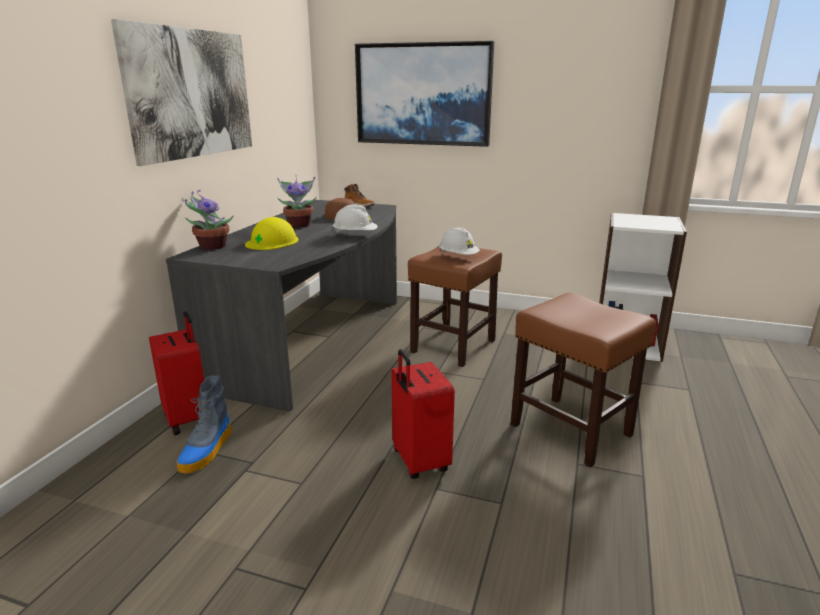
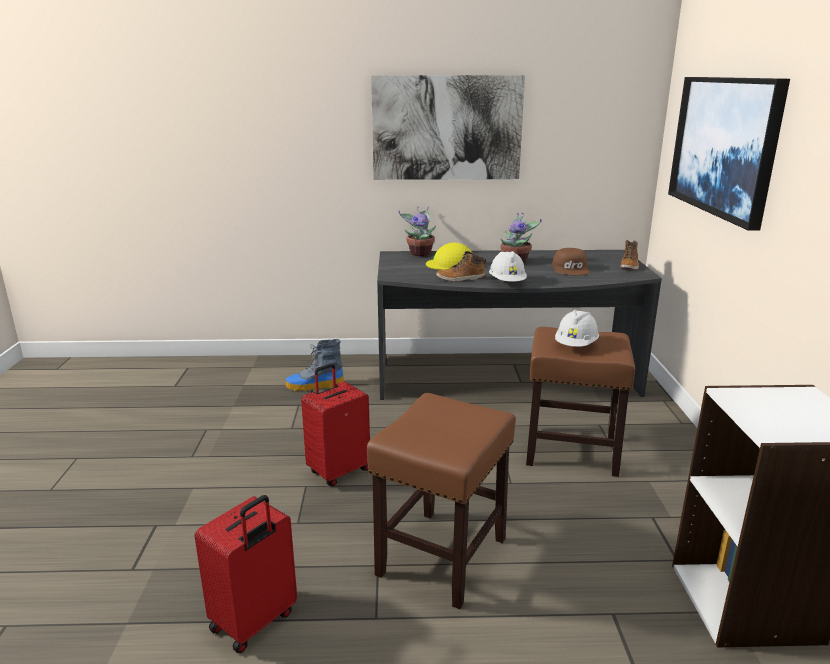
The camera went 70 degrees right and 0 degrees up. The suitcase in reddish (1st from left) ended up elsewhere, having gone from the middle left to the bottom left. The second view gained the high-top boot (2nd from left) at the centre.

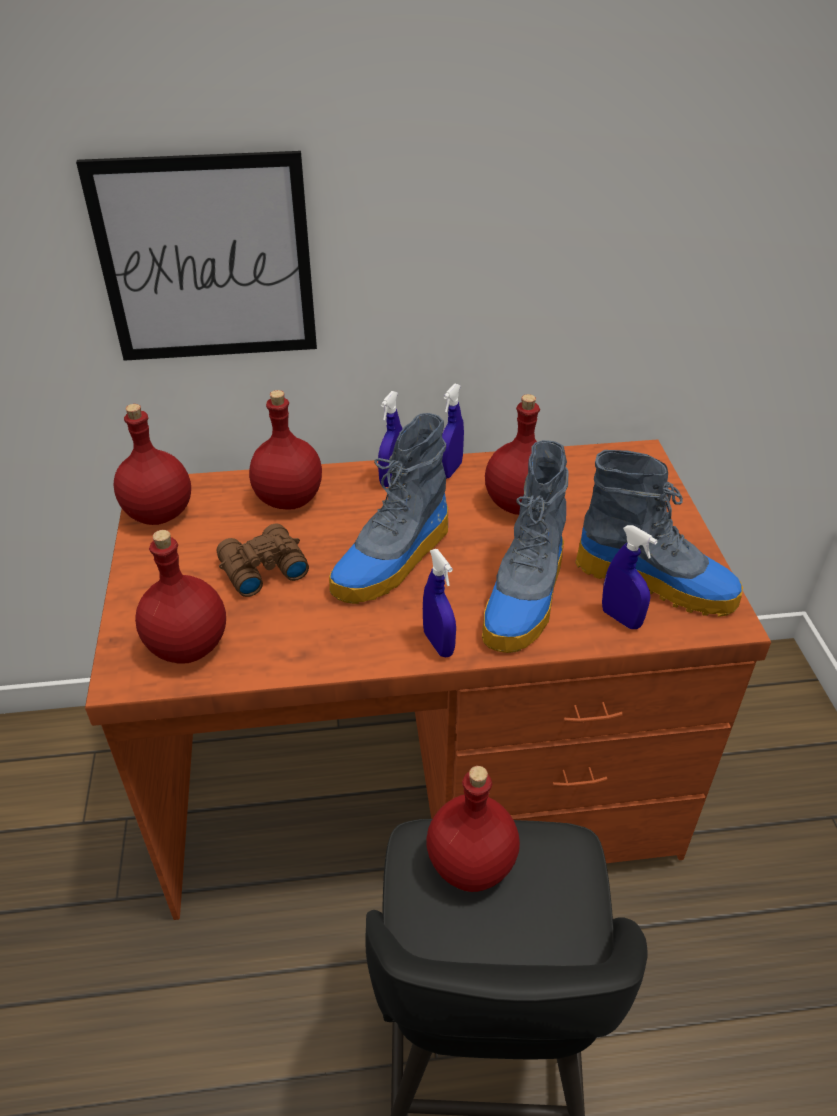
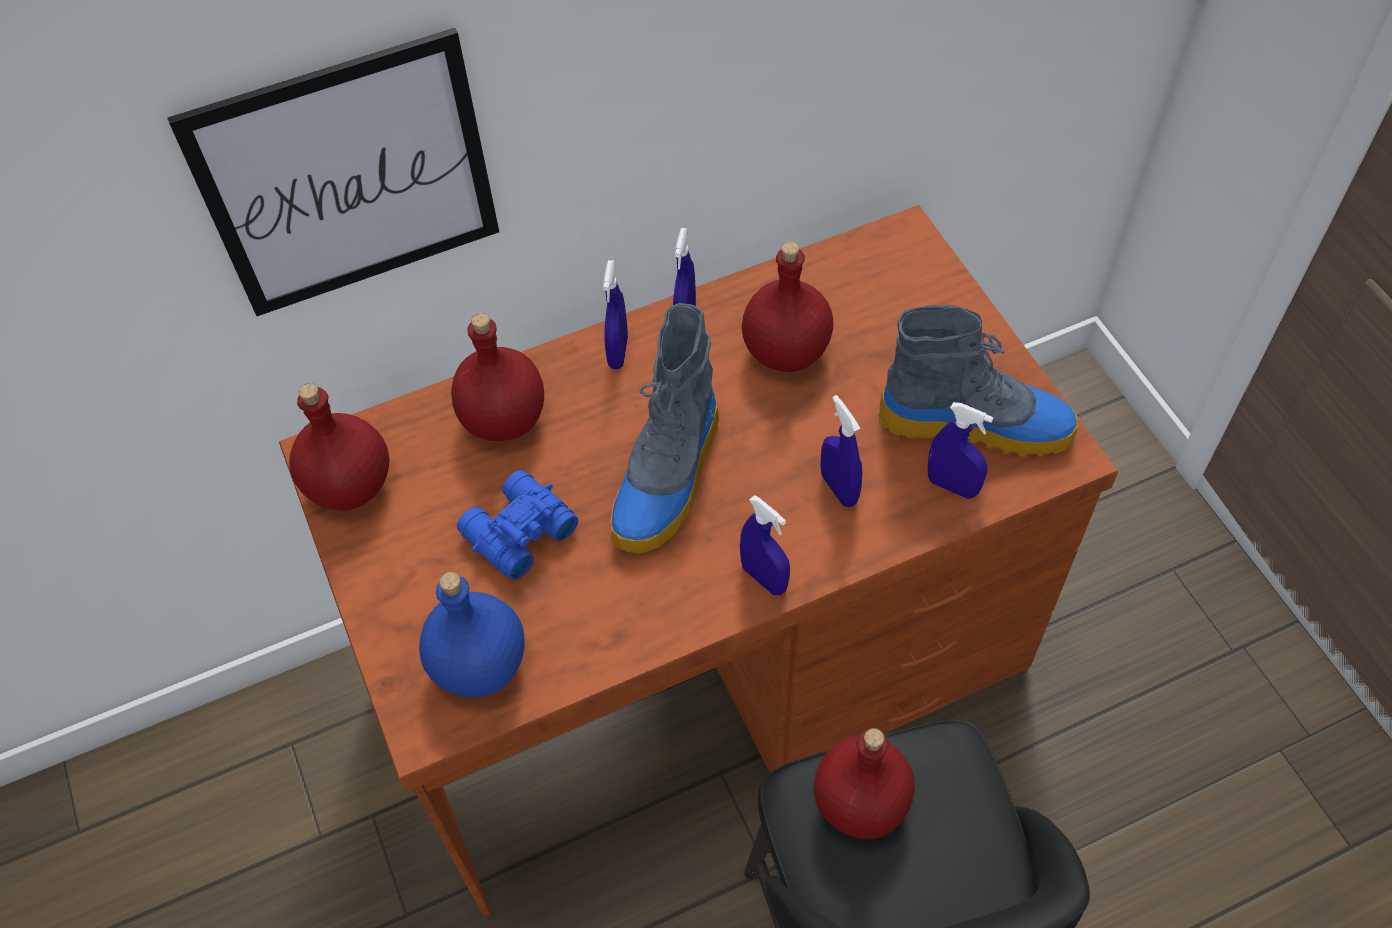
The camera went 15 degrees left and 15 degrees up. What was the bottle in reddish (2nd from left) at the middle left turned into the bottle in bluish at the bottom centre. What was the field glasses in brown at the middle left turned into the field glasses in bluish at the centre. Where the high-top boot (2nd from left) stood at the centre, the spray bottle in bluish (4th from left) came to stand at the centre.

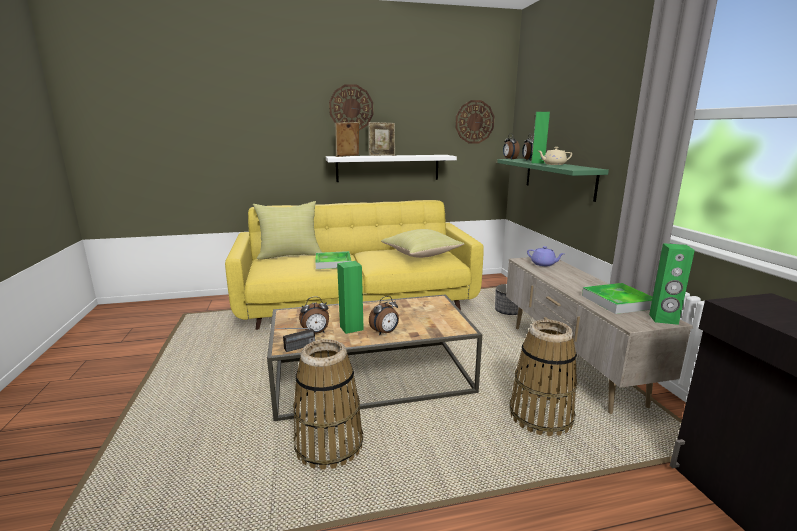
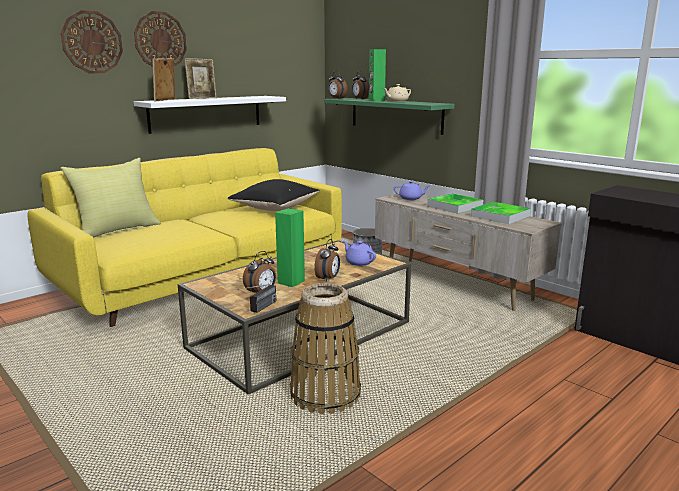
The camera went 30 degrees left and 0 degrees up. The carrying tray (1st from left) ended up elsewhere, having gone from the centre to the middle right. What was the throw pillow in yellow-coloured (2nd from left) at the centre turned into the throw pillow in black-coloured at the centre. The hanging clock (2nd from left in the first image) ended up elsewhere, having gone from the top centre to the top left. The second view lost the storage basket (2nd from left) at the bottom right. The second view lost the loudspeaker in green-coloured (3rd from left) at the middle right. The second view gained the tea pot in purplish (1st from left) at the centre.

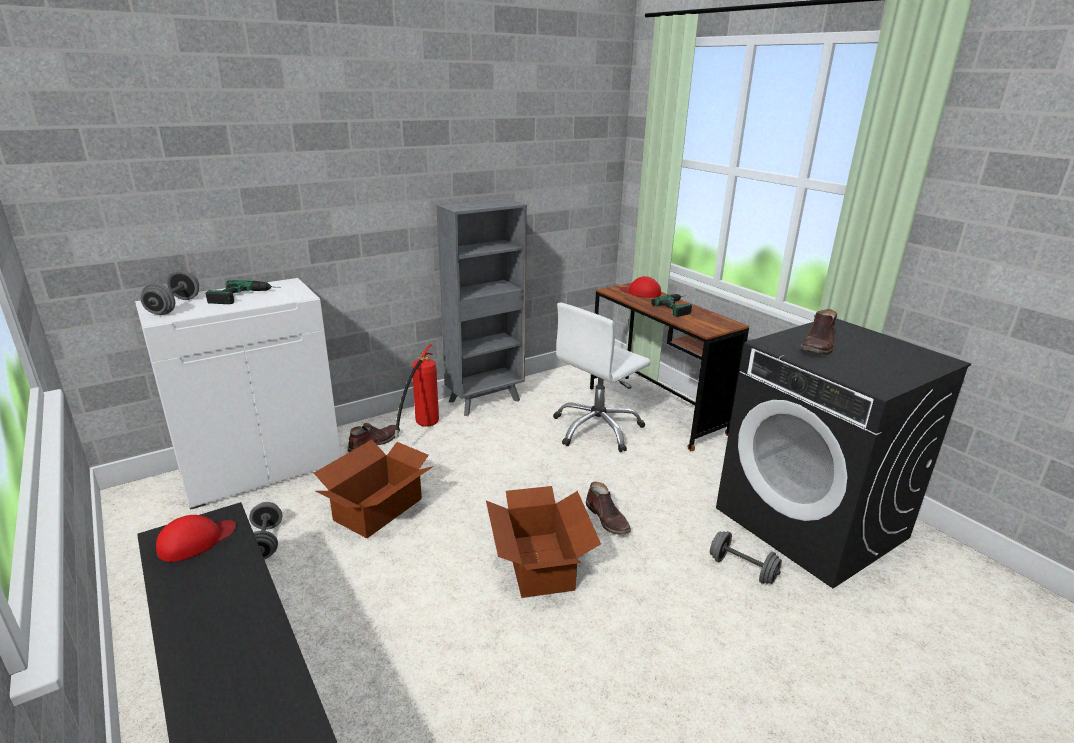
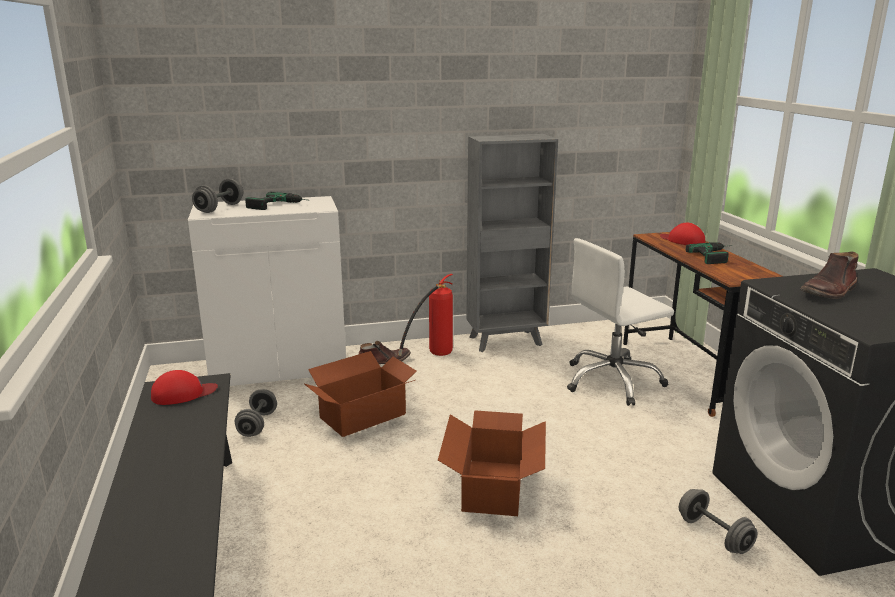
The camera went 20 degrees right and 5 degrees down. The second view lost the high-top boot in brown (2nd from left) at the bottom centre.

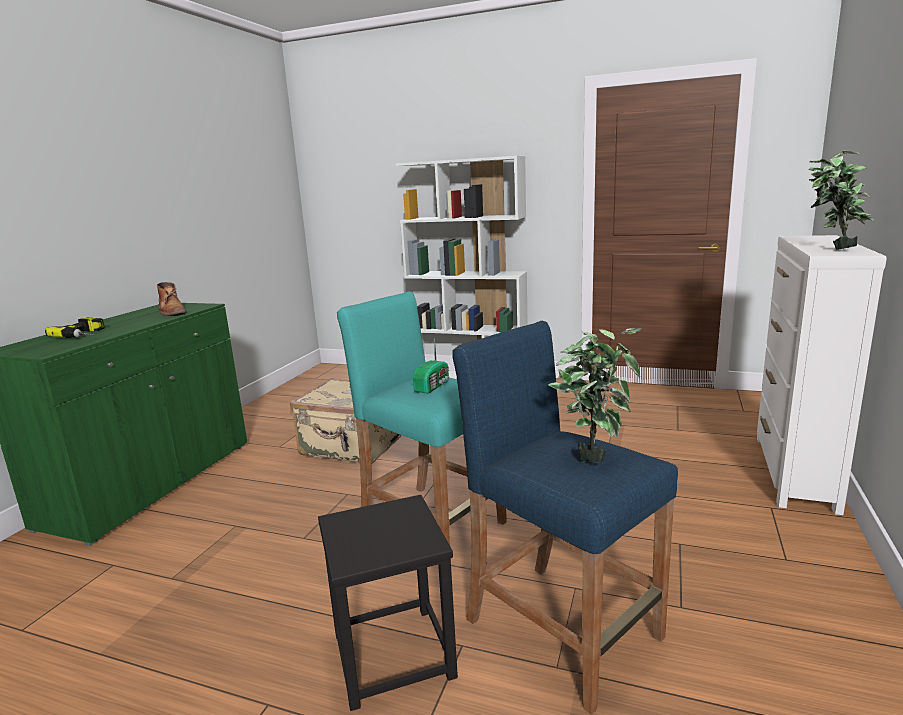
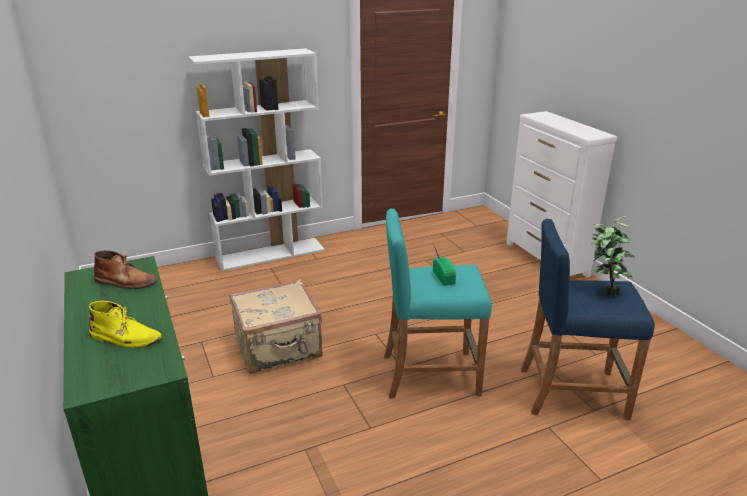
The camera went 45 degrees left and 10 degrees up. Where the electric drill stood at the middle left, the high-top boot in yellow-coloured came to stand at the middle left. The second view lost the stool in black-coloured at the bottom centre. The second view lost the potted plant (2nd from left) at the top right.

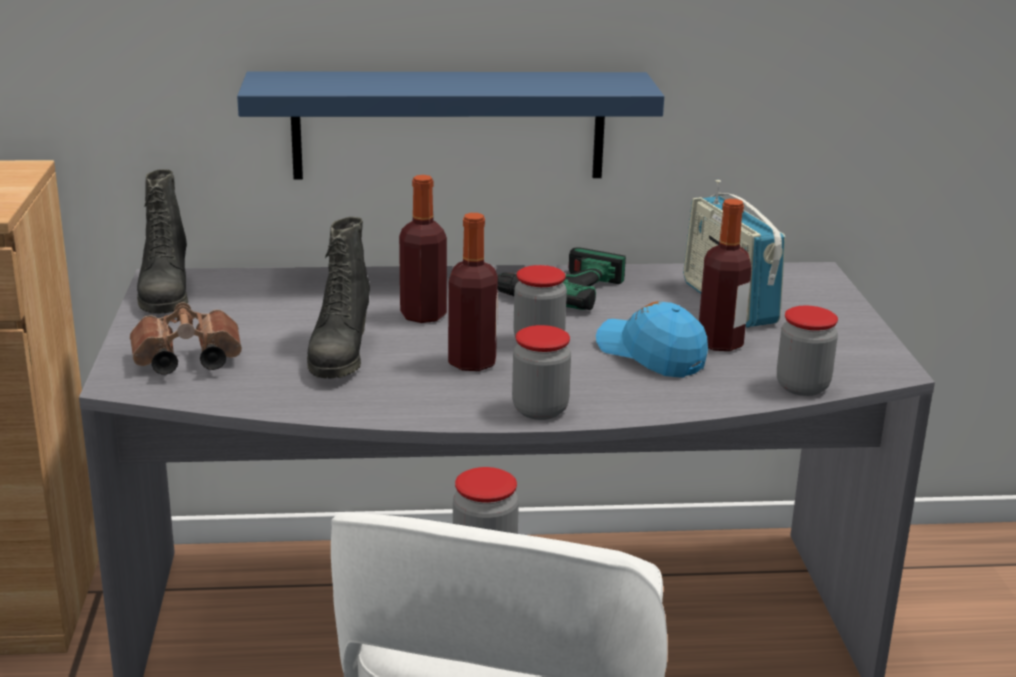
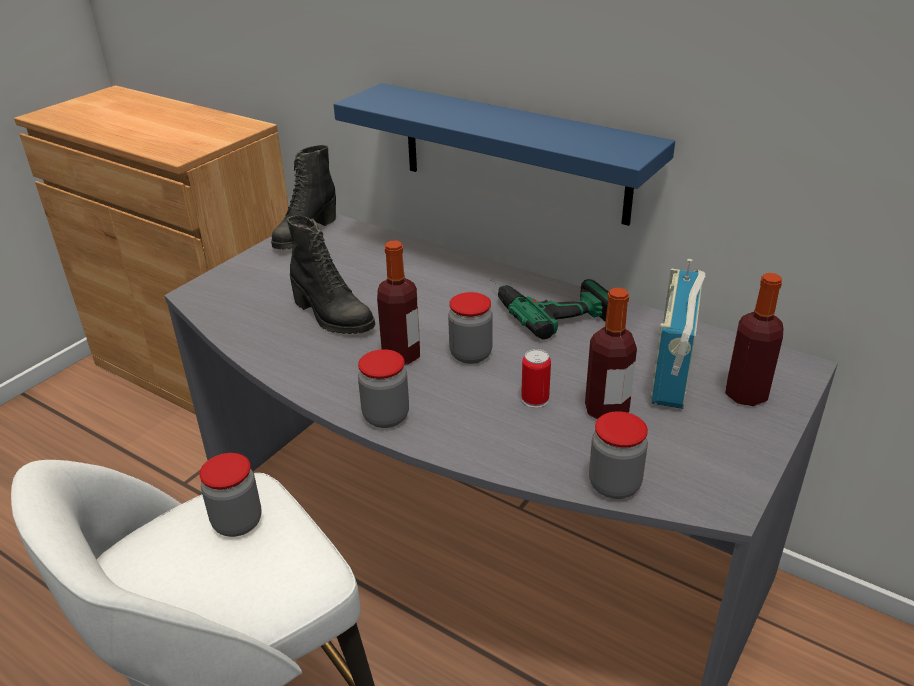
The camera went 40 degrees right and 10 degrees up. The second view lost the field glasses in brown at the middle left. The high-top boot in black-coloured (2nd from left) at the middle left ended up facing another way, 90 degrees counterclockwise from before. The bottle (1st from left in the first image) ended up elsewhere, having gone from the centre to the middle right. Where the baseball cap in bluish stood at the centre, the sealed can came to stand at the centre.

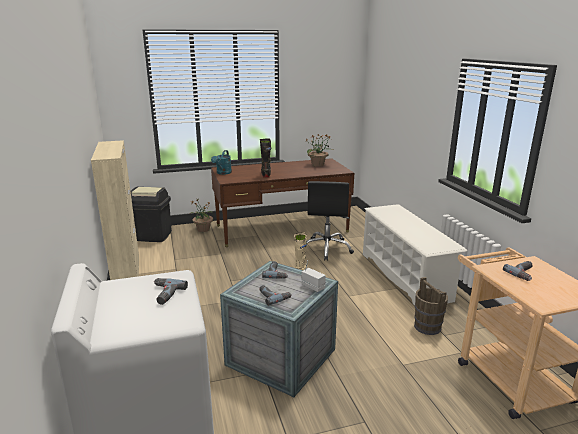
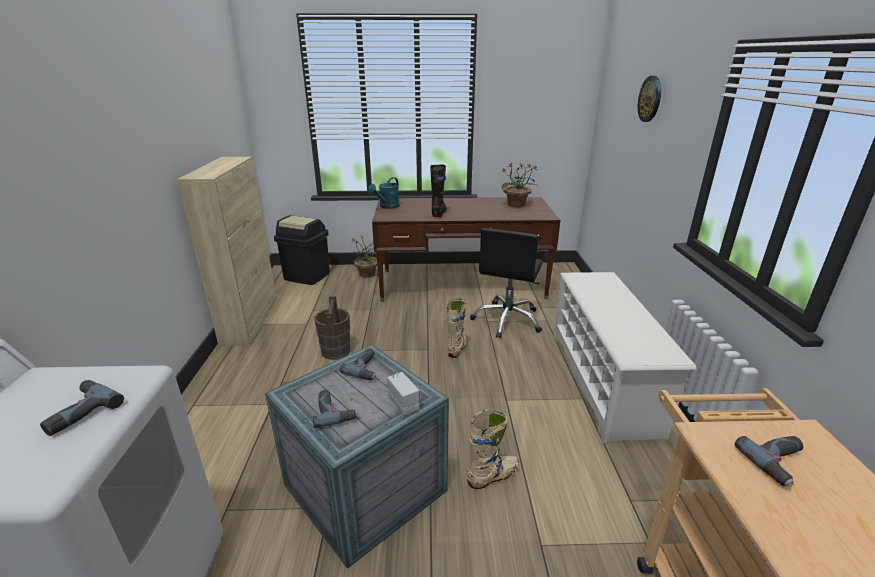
The camera went 15 degrees right and 5 degrees up. The pail in brown ended up elsewhere, having gone from the bottom right to the centre. The second view gained the high-top boot in beige (2nd from left) at the bottom centre. The second view gained the hanging clock at the top right.

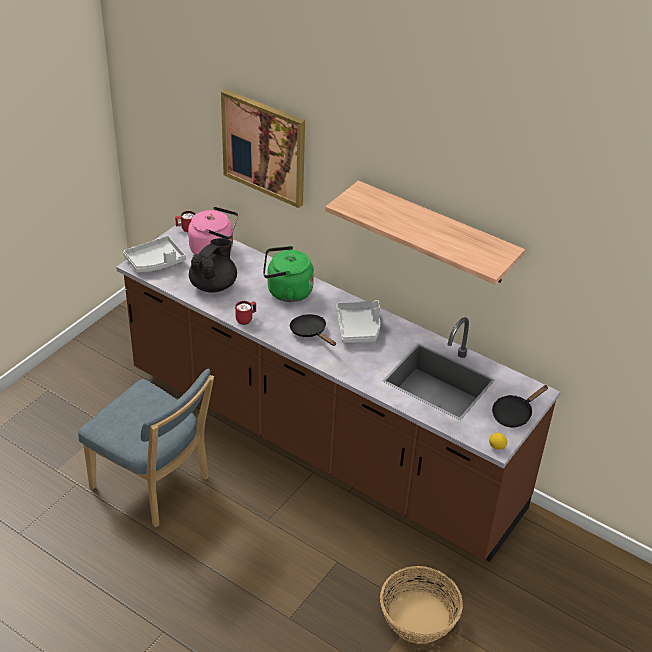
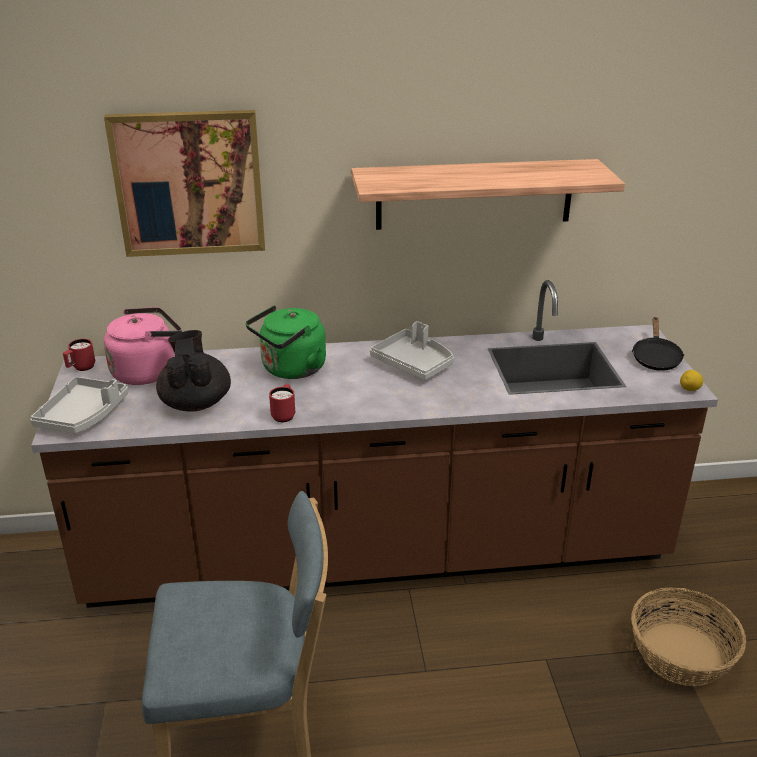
The camera went 40 degrees left and 10 degrees down. The second view lost the skillet in black-coloured (1st from left) at the centre.

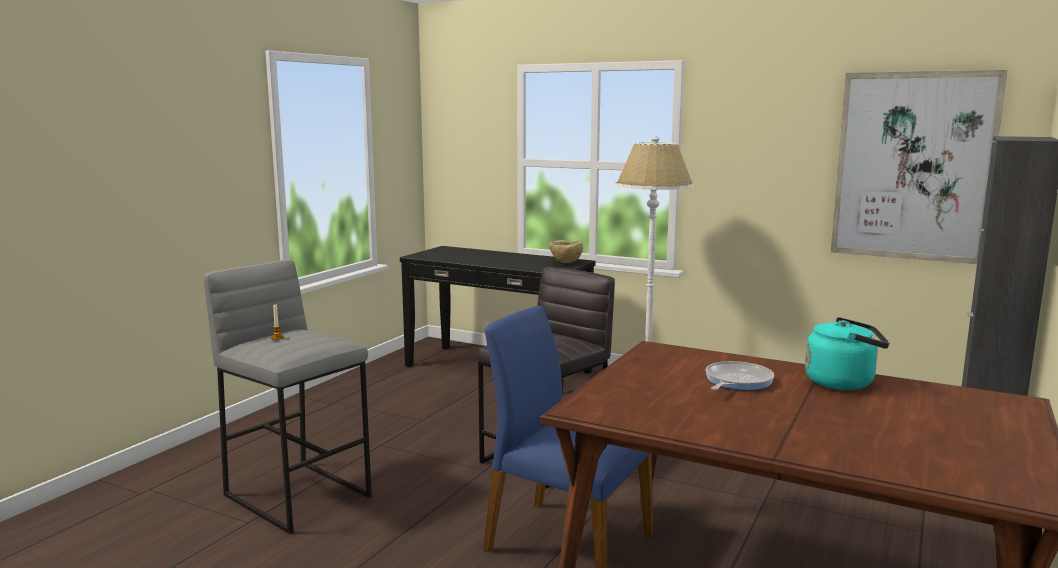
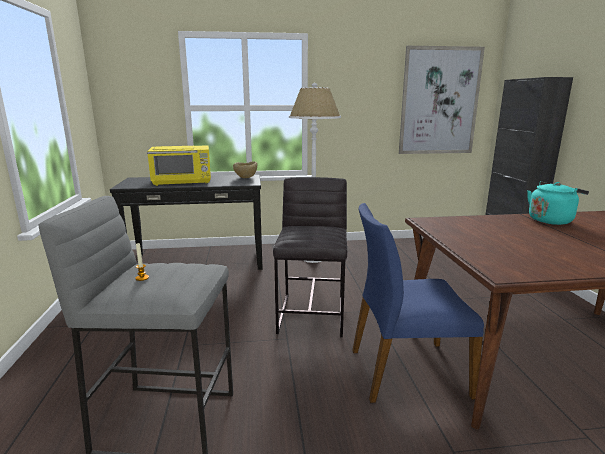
The camera went 35 degrees left and 5 degrees up. The second view lost the skillet at the middle right. The second view gained the microwave in yellow-coloured at the middle left.

